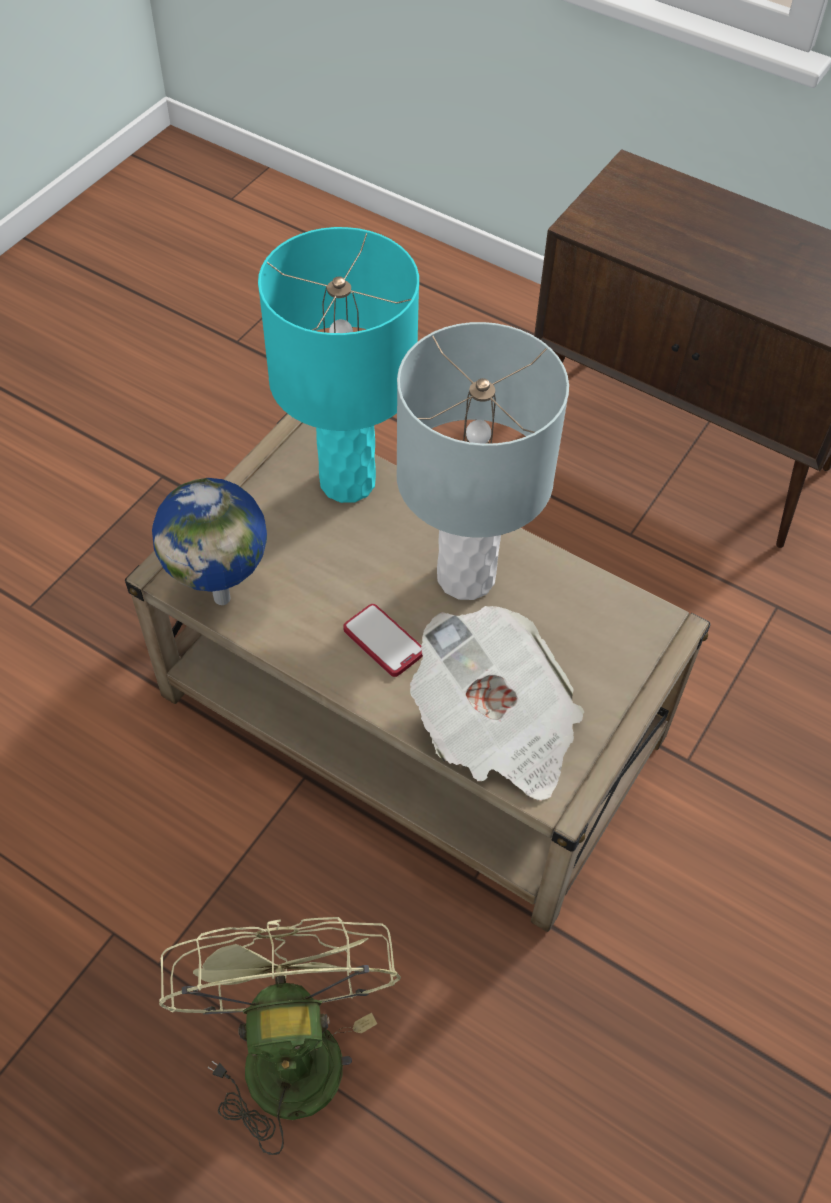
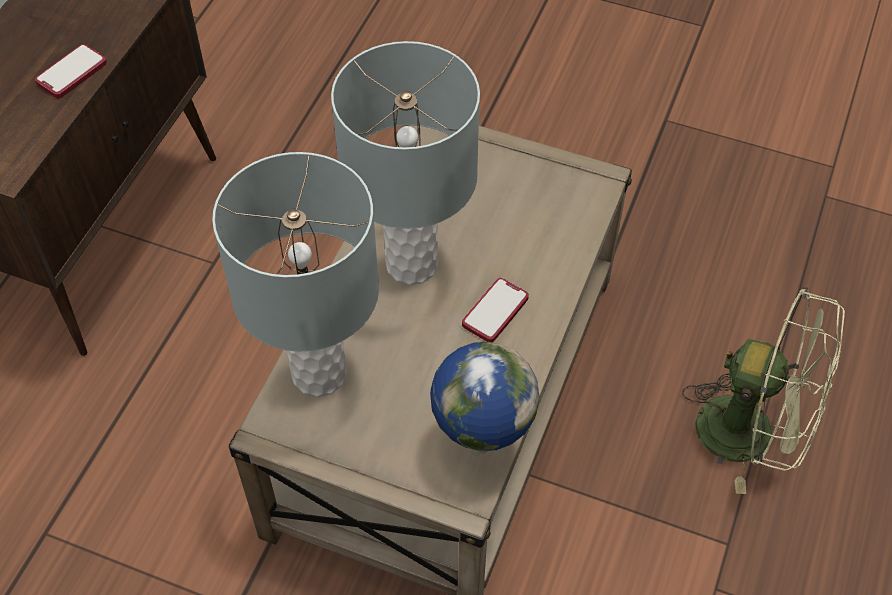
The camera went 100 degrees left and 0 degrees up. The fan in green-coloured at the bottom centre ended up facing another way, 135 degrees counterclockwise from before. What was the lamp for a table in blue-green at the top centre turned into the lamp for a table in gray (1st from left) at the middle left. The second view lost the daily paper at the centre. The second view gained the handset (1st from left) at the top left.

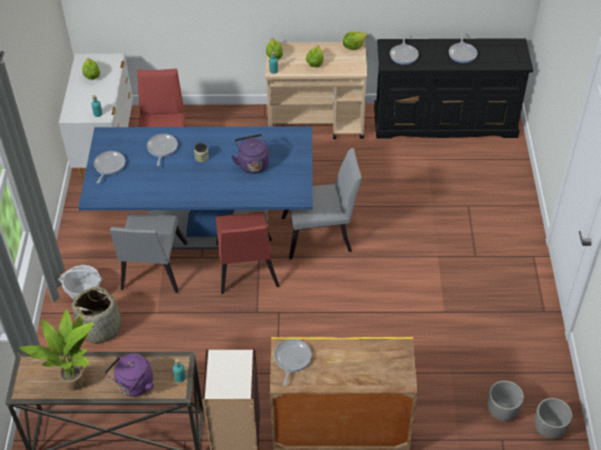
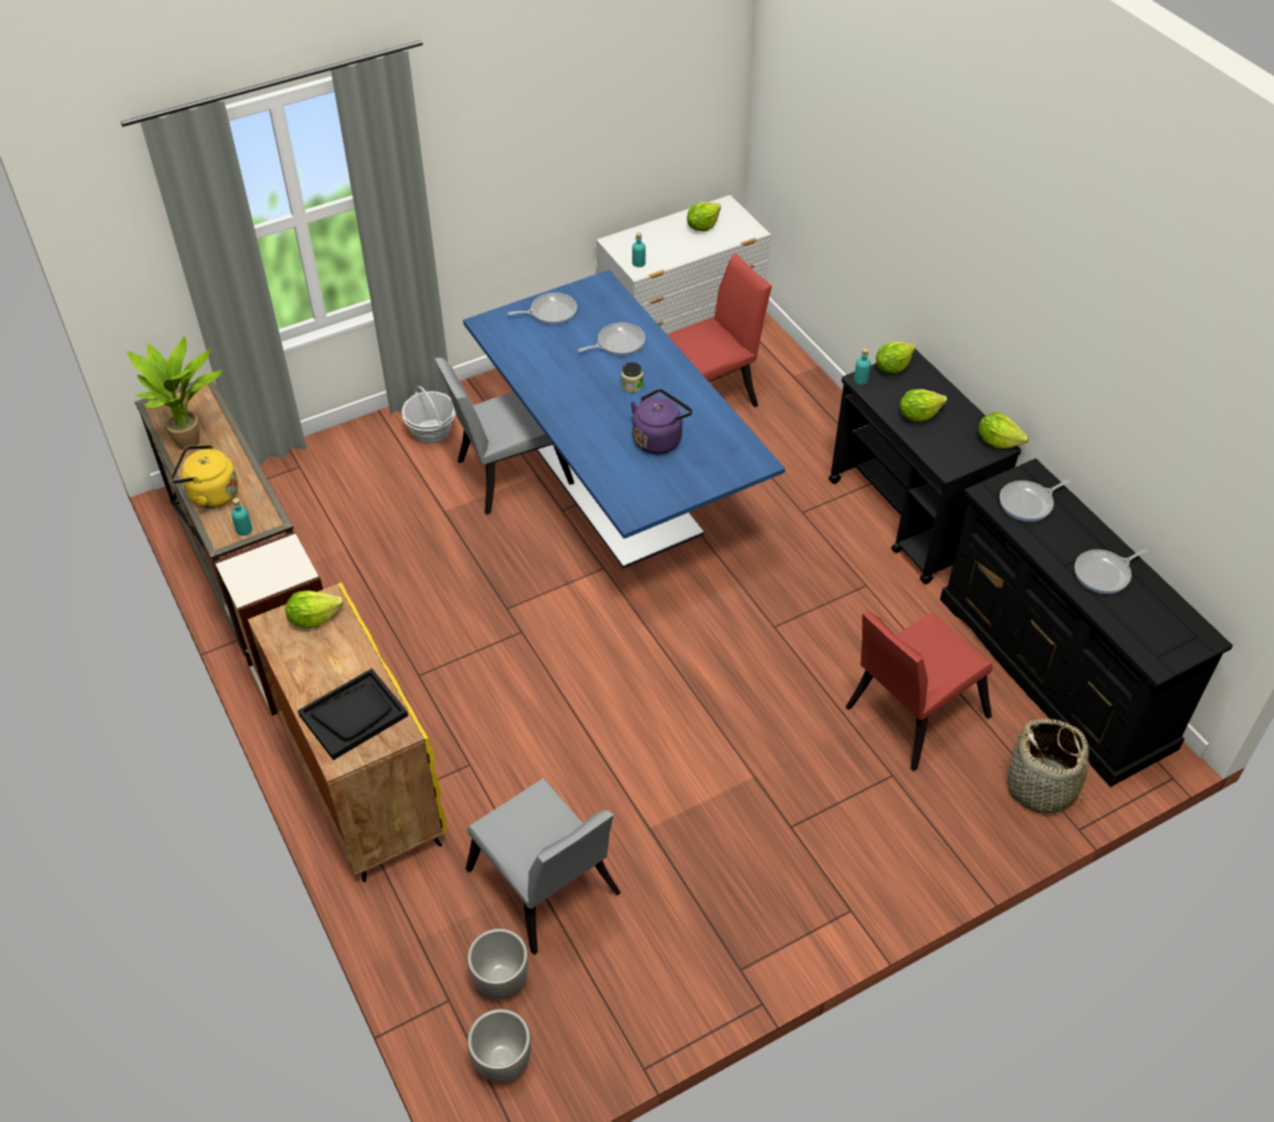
The camera went 60 degrees right and 0 degrees up. The storage basket (2nd from left) ended up elsewhere, having gone from the bottom left to the bottom right. What was the kettle in purplish (1st from left) at the bottom left turned into the kettle in yellow-coloured at the middle left. The upright chair in reddish (2nd from left) ended up elsewhere, having gone from the centre to the middle right. What was the trolley in beige at the top centre turned into the trolley in black-coloured at the middle right. Where the skillet (3rd from left) stood at the bottom centre, the head of lettuce (1st from left) came to stand at the middle left. The upright chair in gray (2nd from left) ended up elsewhere, having gone from the centre to the bottom centre. The second view gained the carrying tray in black-coloured at the middle left.

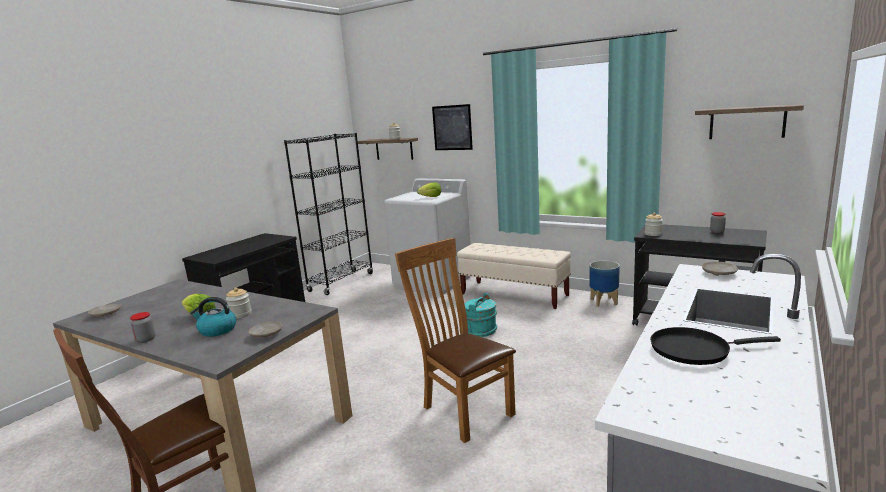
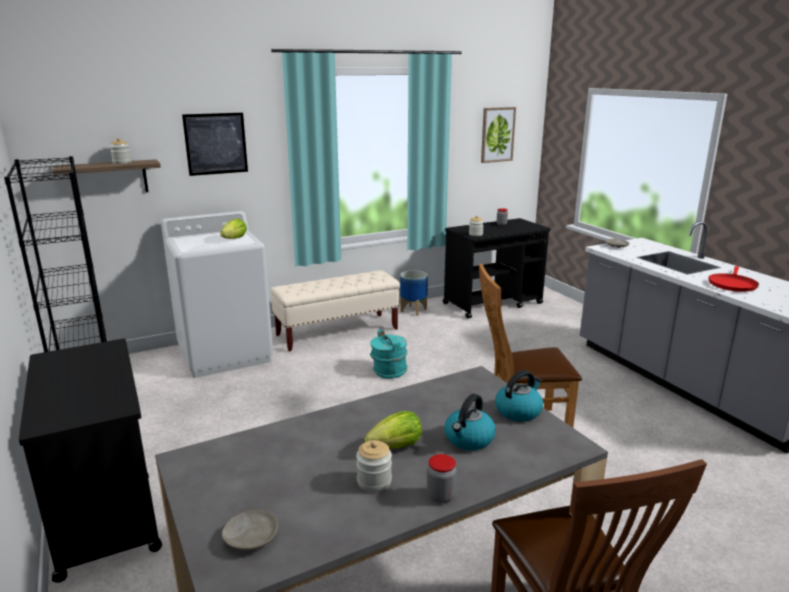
The camera went 60 degrees left and 5 degrees up. The jar (2nd from left) ended up elsewhere, having gone from the middle left to the bottom centre. Where the dinner plate in beige (2nd from left) stood at the bottom left, the kettle (2nd from left) came to stand at the bottom centre. What was the skillet in black-coloured at the bottom right turned into the skillet in reddish at the middle right. Where the wall shelf (2nd from left) hung at the top right, the wall art (2nd from left) came to hang at the top centre.

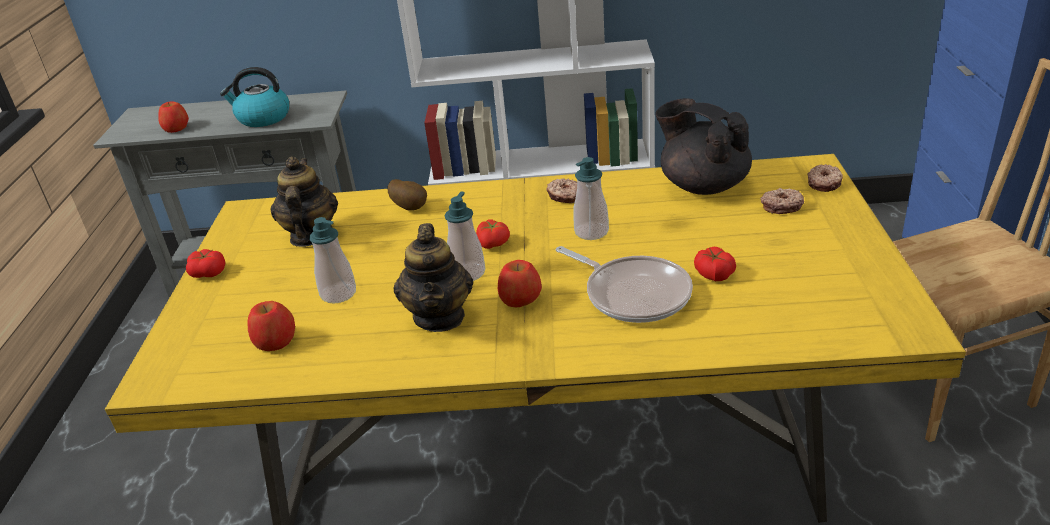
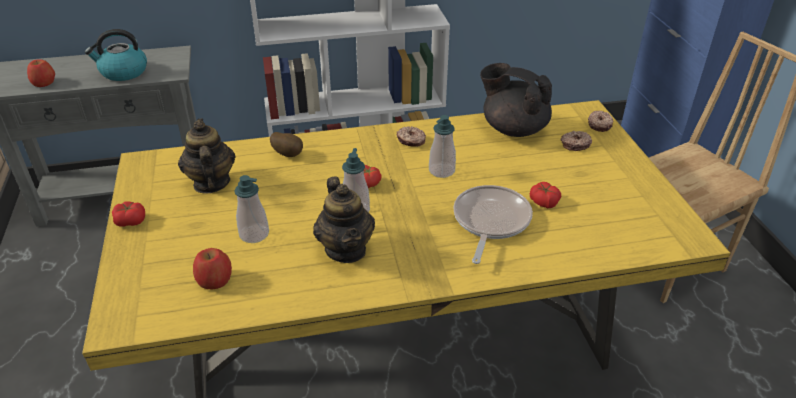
The camera went 15 degrees left and 5 degrees up. The second view lost the apple (3rd from left) at the centre. The skillet at the centre ended up facing another way, 105 degrees counterclockwise from before.

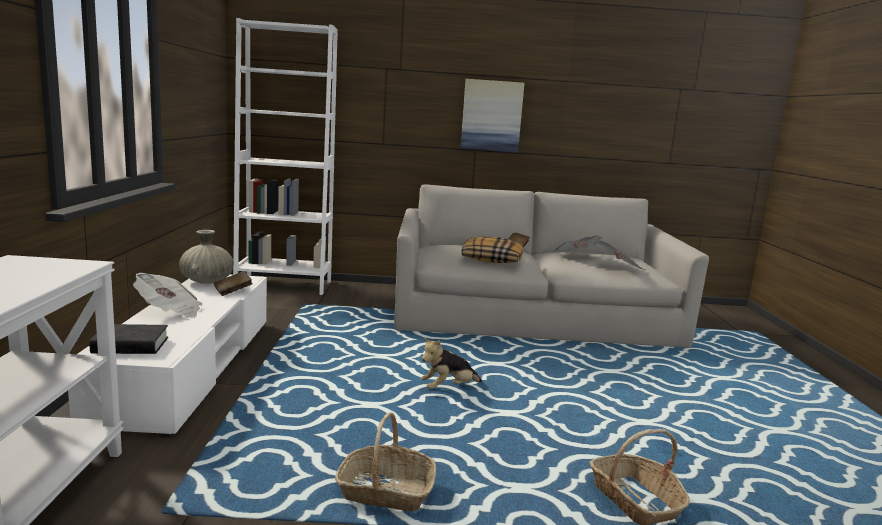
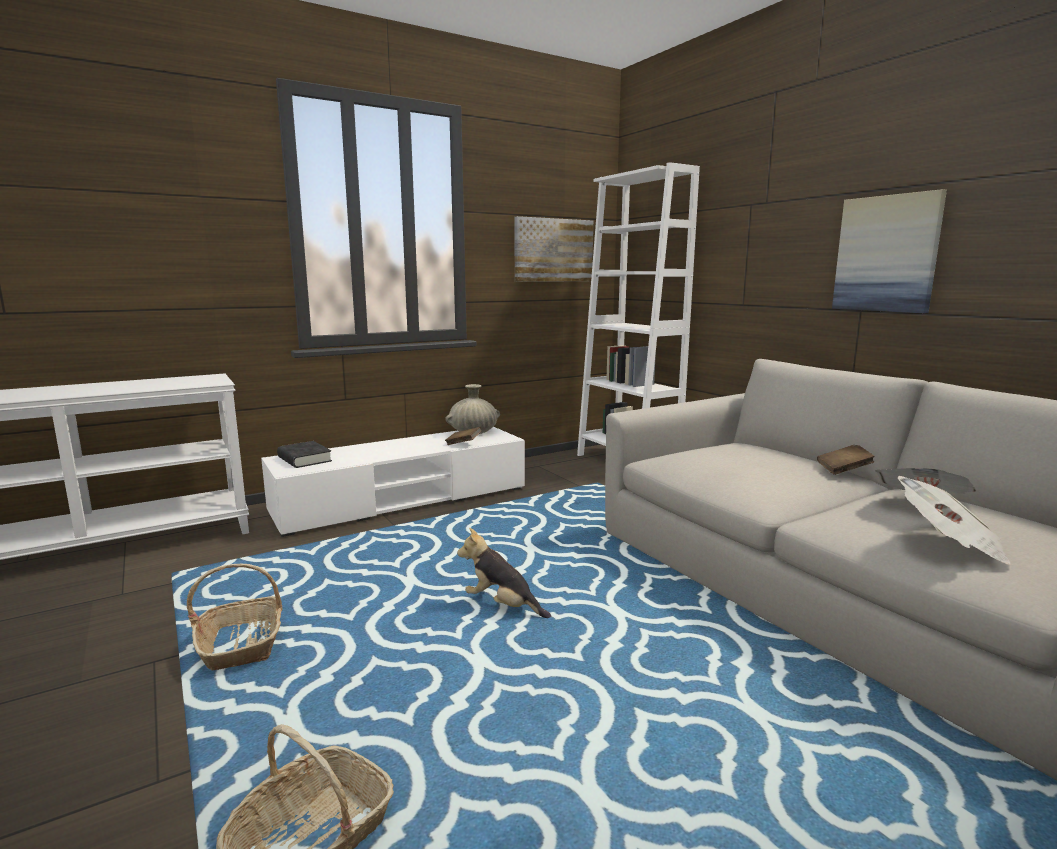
The camera went 60 degrees right and 0 degrees up. The second view lost the daily paper (1st from left) at the middle left. The second view lost the throw pillow at the centre. The second view gained the wall art (1st from left) at the top centre.

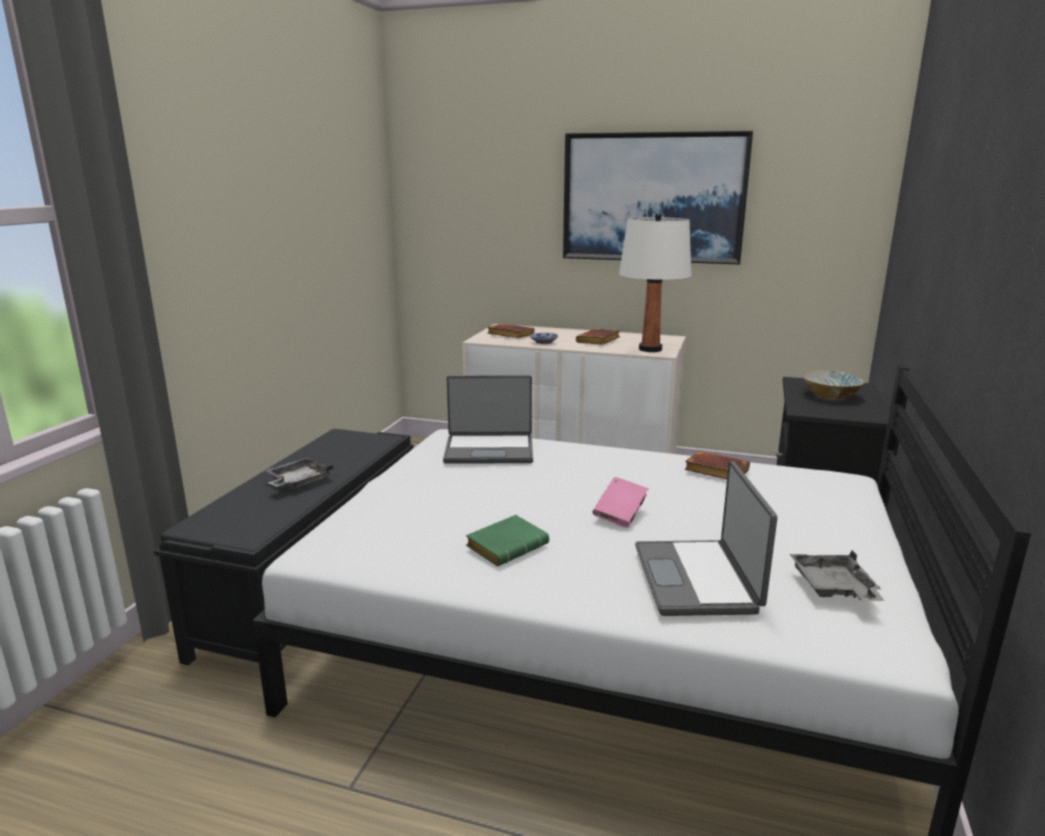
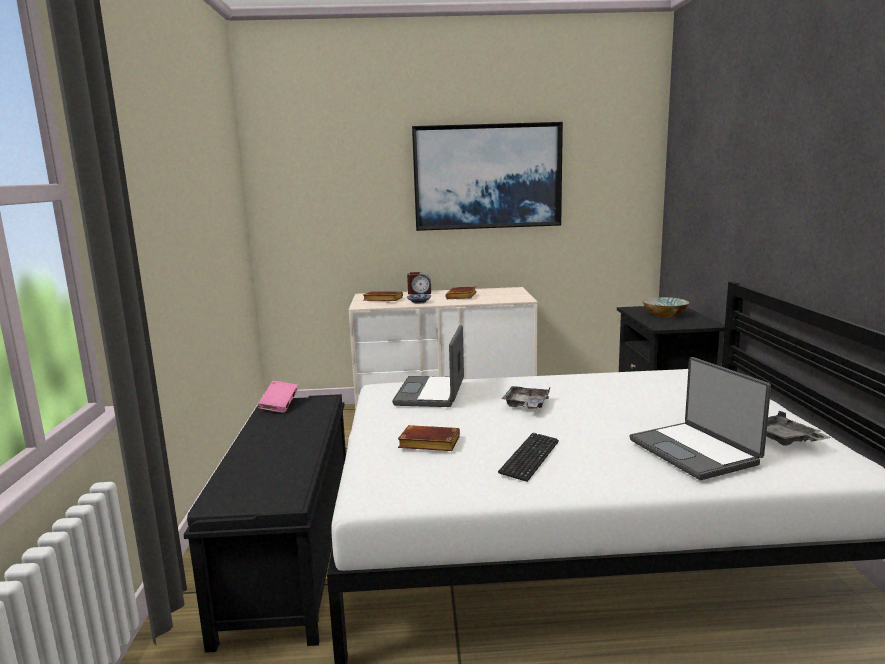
The camera went 20 degrees left and 5 degrees down. The carrying tray in gray (1st from left) ended up elsewhere, having gone from the middle left to the centre. The portable computer (1st from left) at the centre ended up facing another way, 120 degrees clockwise from before. Where the volume in green-coloured stood at the centre, the computer keyboard came to stand at the bottom centre. The volume in pink-coloured ended up elsewhere, having gone from the centre to the middle left. The second view lost the lamp for a table in white at the centre. The volume in brown (3rd from left in the first image) ended up elsewhere, having gone from the middle right to the centre. The second view gained the bedside clock at the centre.

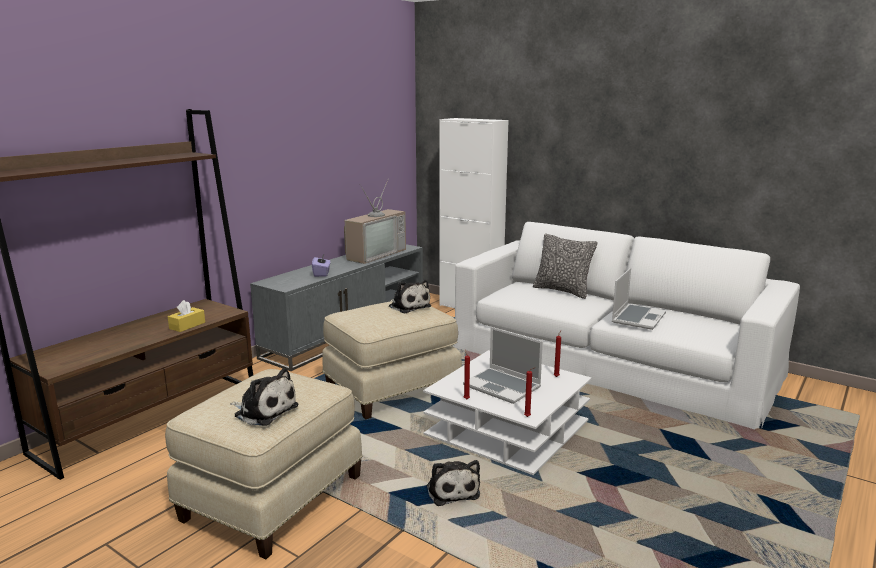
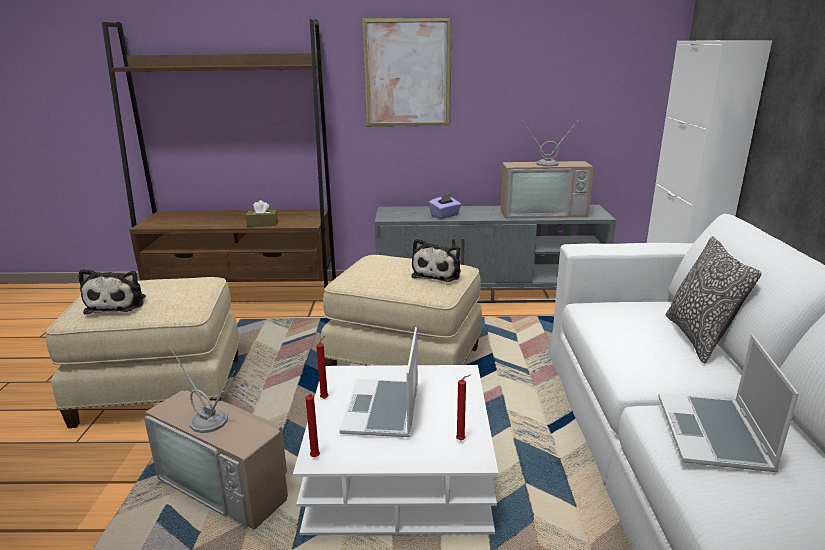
The camera went 55 degrees right and 5 degrees up. What was the box of tissues in yellow-coloured at the middle left turned into the box of tissues in brown at the middle left. Where the plush toy (3rd from left) stood at the bottom centre, the television (1st from left) came to stand at the bottom left. The portable computer (2nd from left) at the middle right ended up facing another way, 105 degrees clockwise from before. The second view gained the wall art at the top centre.

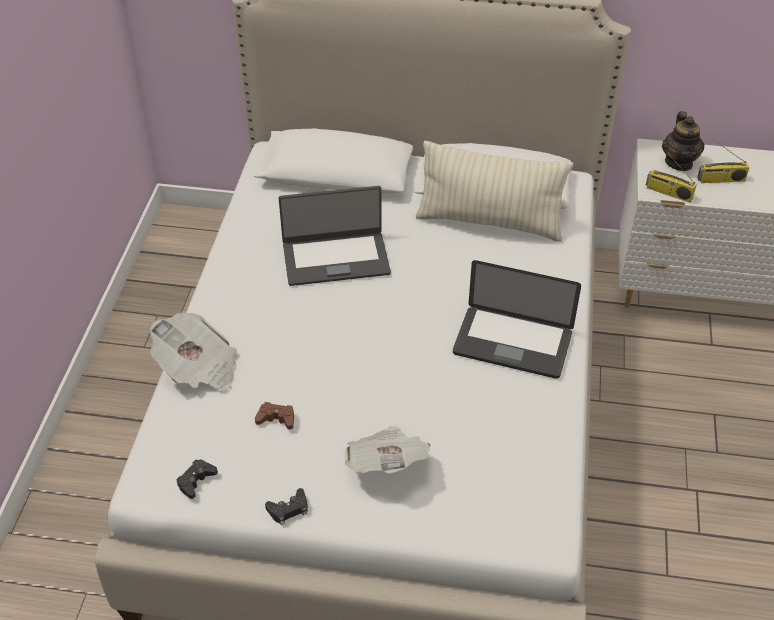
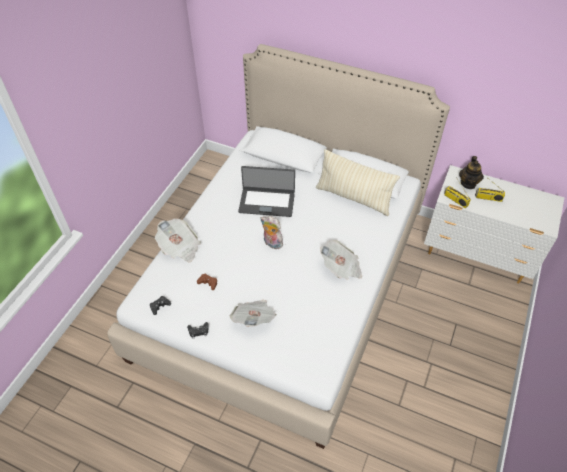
The camera went 15 degrees right and 5 degrees up. Where the portable computer (2nd from left) stood at the middle right, the daily paper (3rd from left) came to stand at the centre. The second view gained the plush toy at the centre.

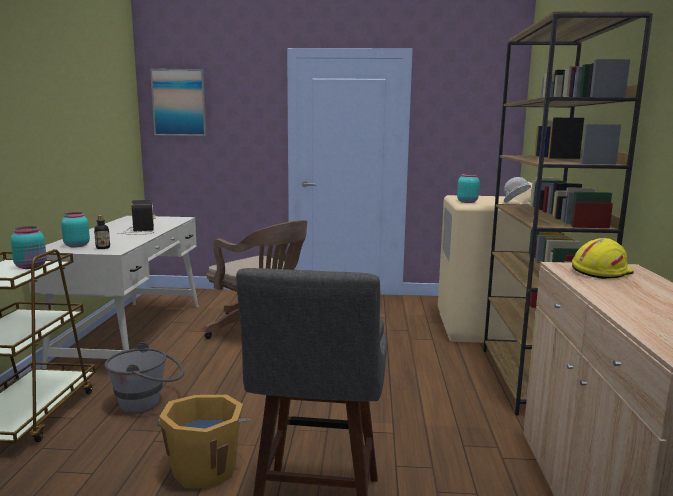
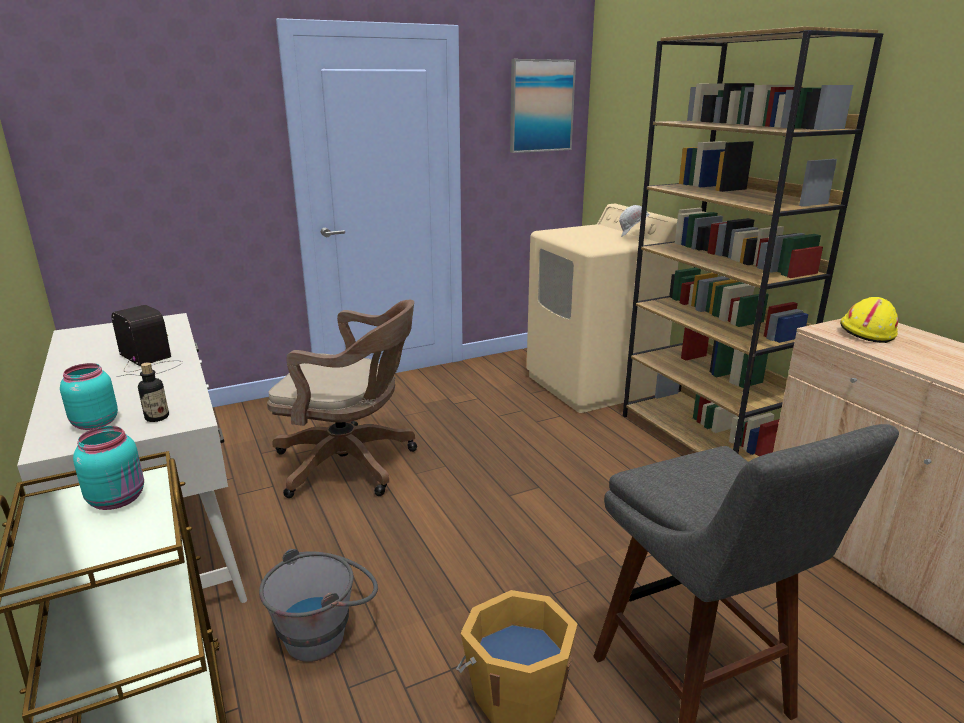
The camera went 30 degrees left and 10 degrees up. The wall art ended up elsewhere, having gone from the top left to the top centre. The second view lost the jar in blue-green (3rd from left) at the middle right.

